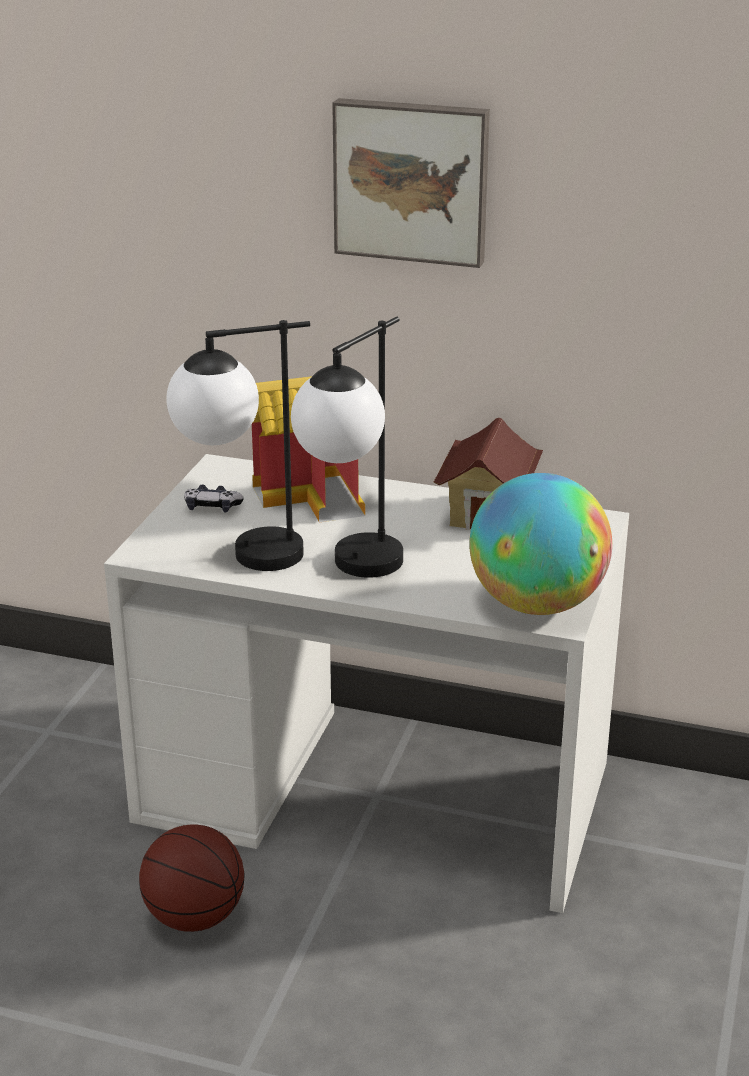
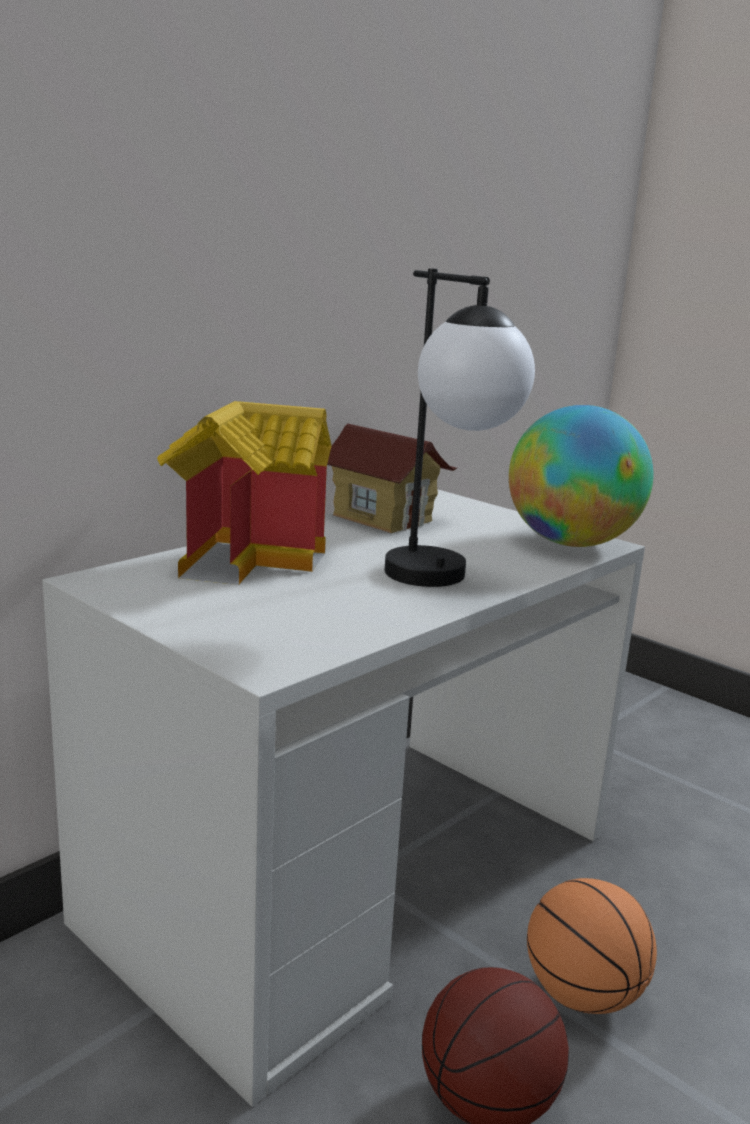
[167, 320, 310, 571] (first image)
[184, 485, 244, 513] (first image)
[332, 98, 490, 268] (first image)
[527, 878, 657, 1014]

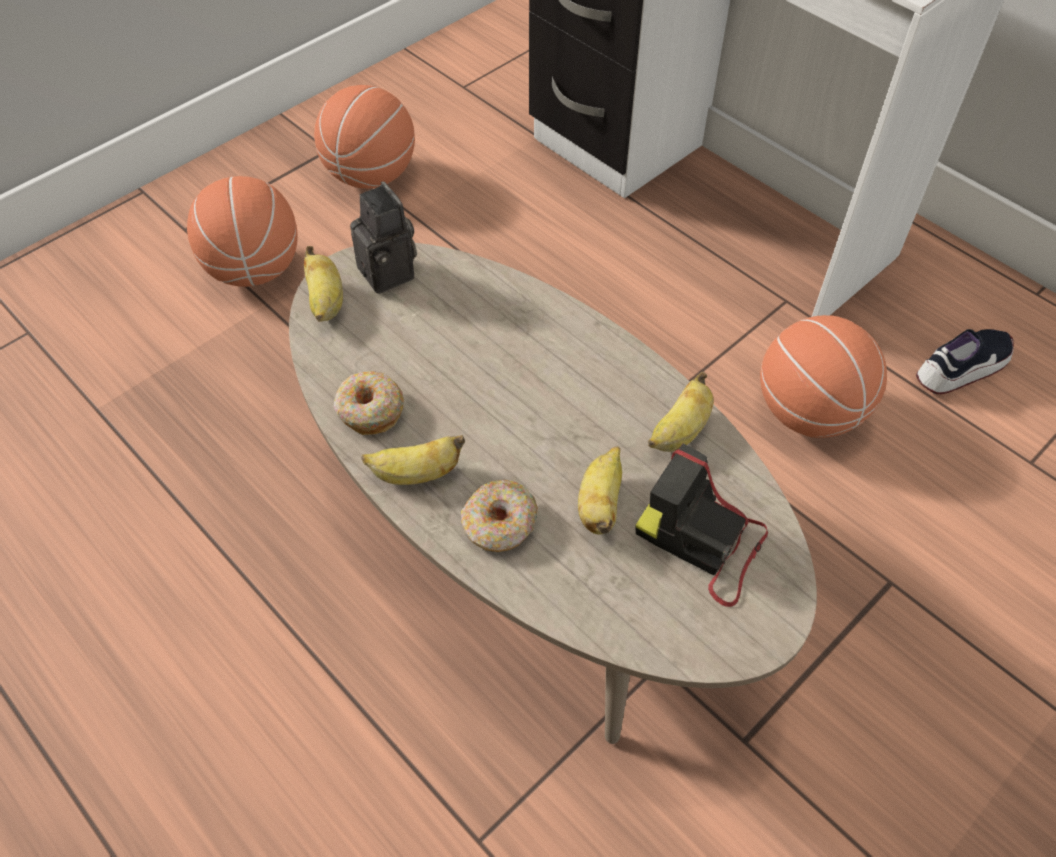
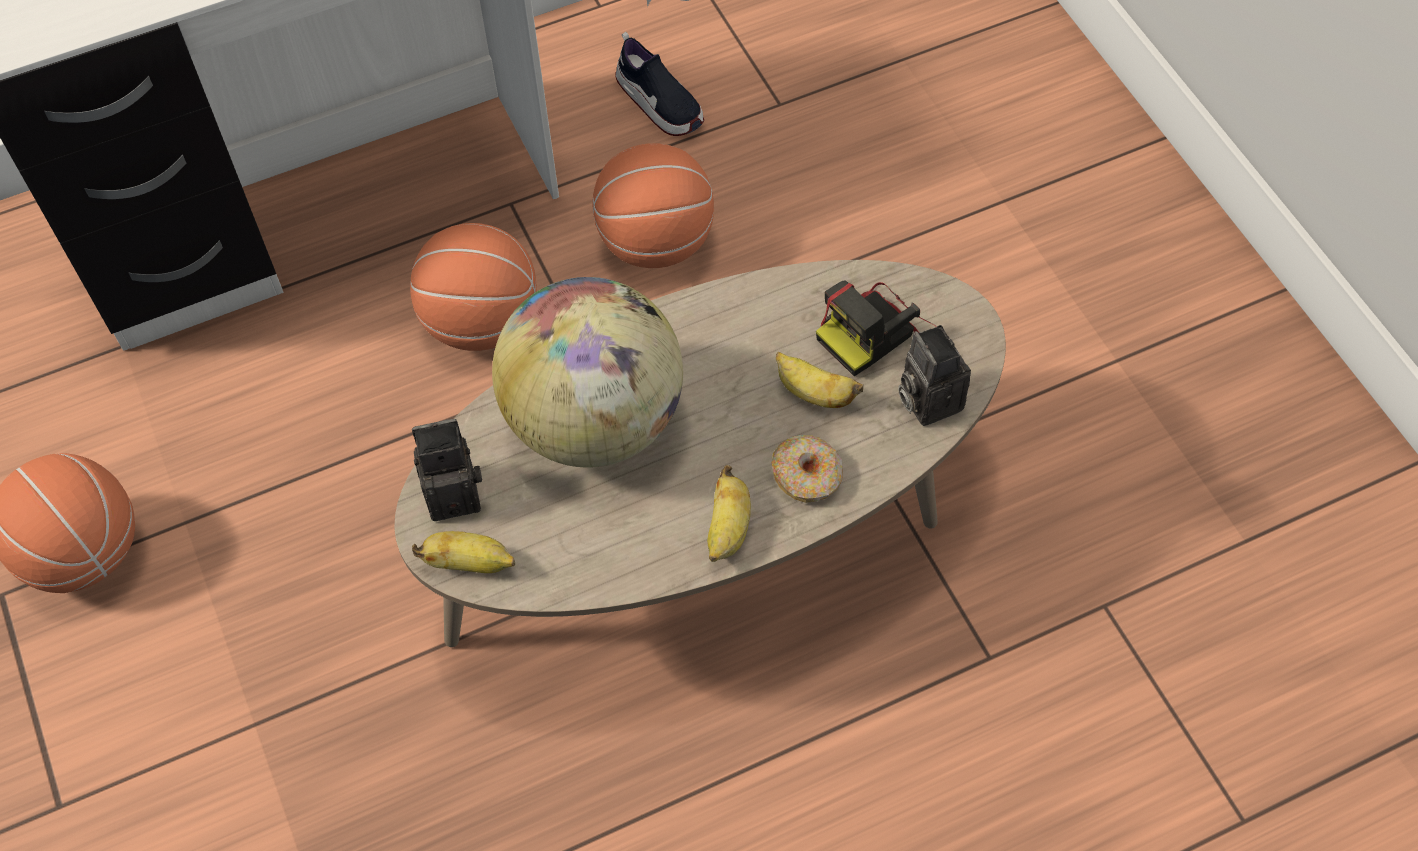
[410, 223, 537, 351]
[334, 371, 404, 435] (first image)
[648, 372, 714, 452] (first image)
[615, 32, 704, 136]
[492, 277, 683, 467]
[898, 325, 971, 426]

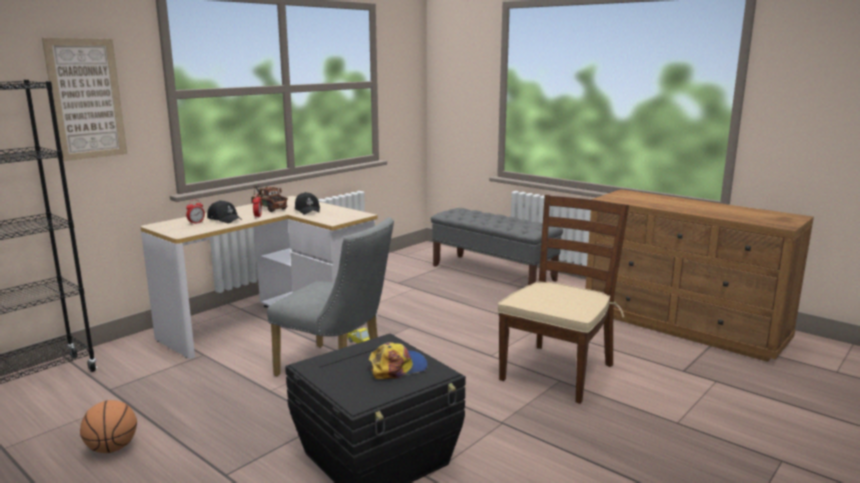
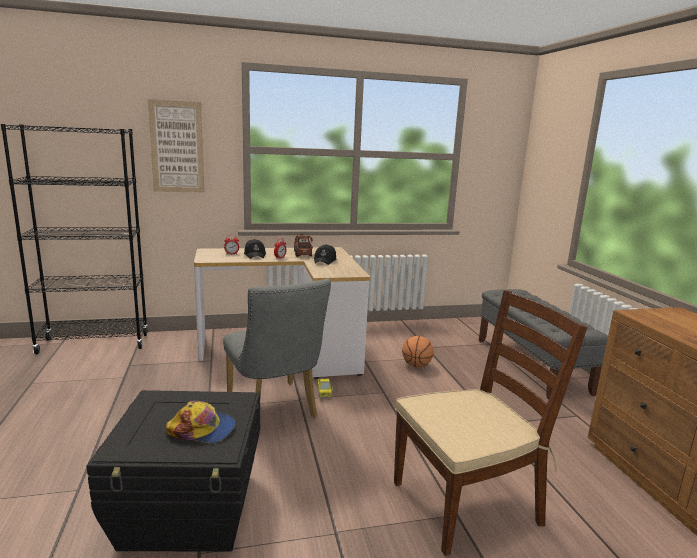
[402, 336, 434, 367]

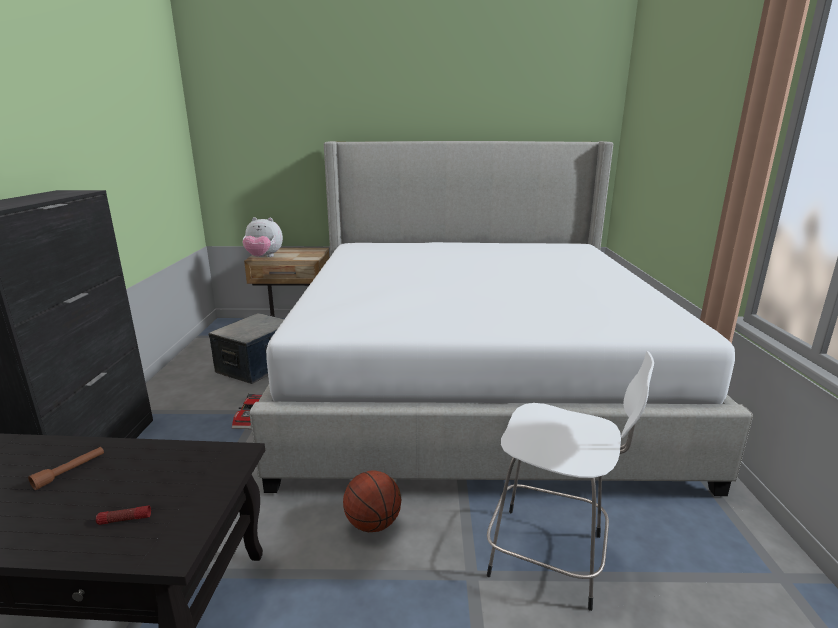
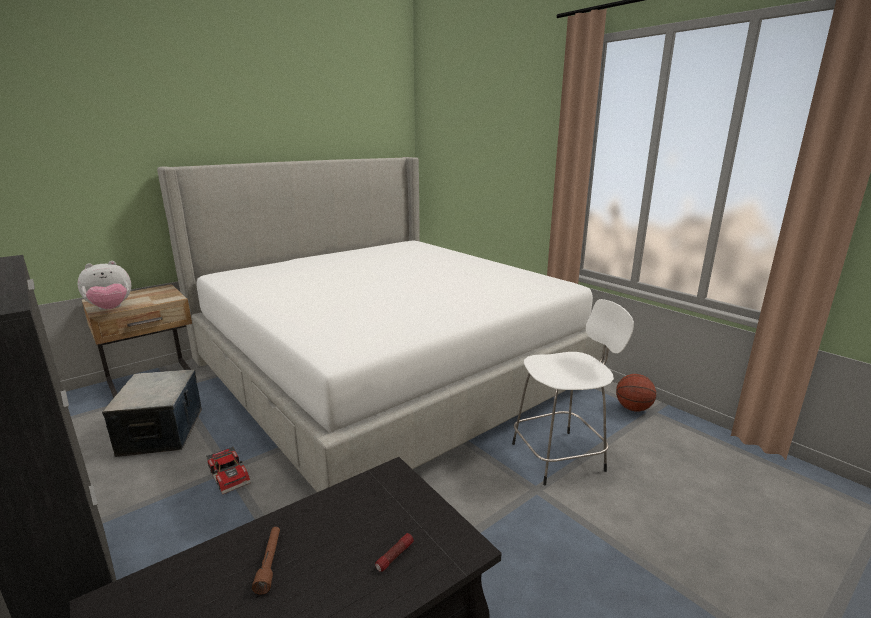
[616, 374, 656, 411]

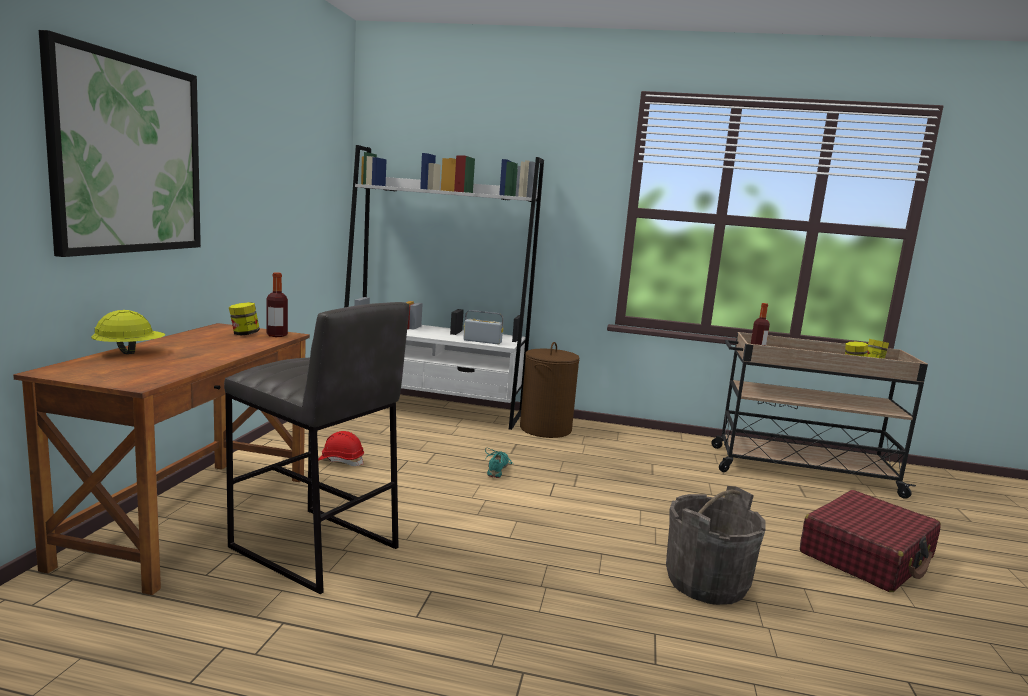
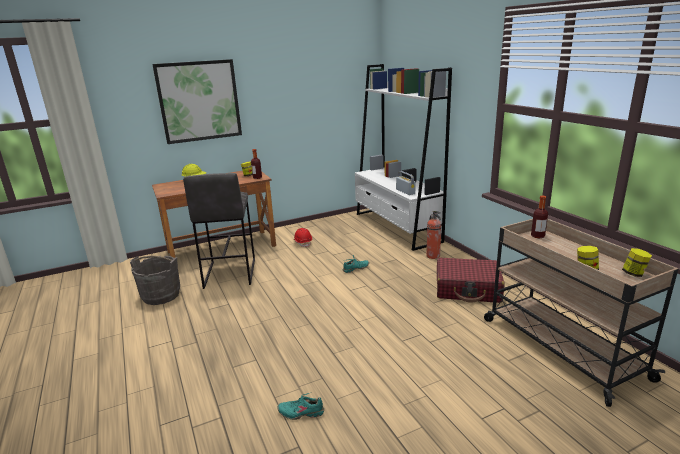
[426, 211, 442, 259]
[130, 256, 180, 305]
[437, 257, 505, 303]
[277, 393, 324, 420]

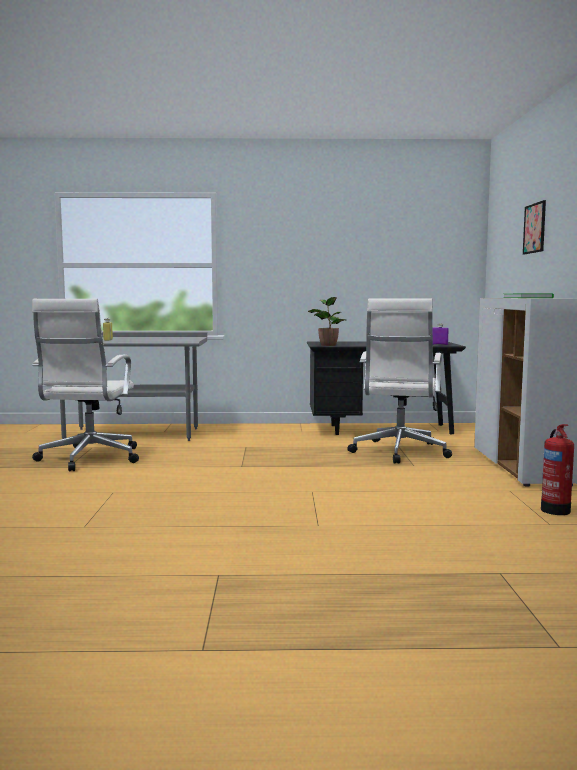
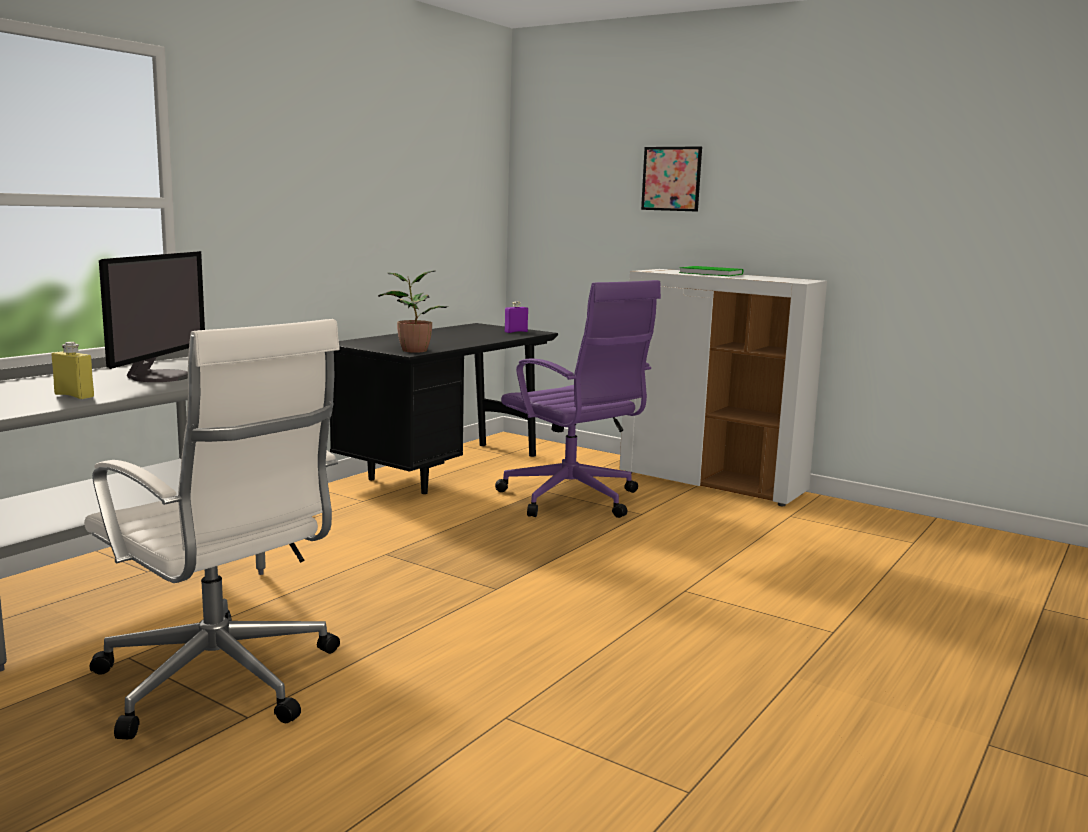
[495, 280, 661, 518]
[541, 424, 574, 515] (first image)
[99, 251, 205, 382]

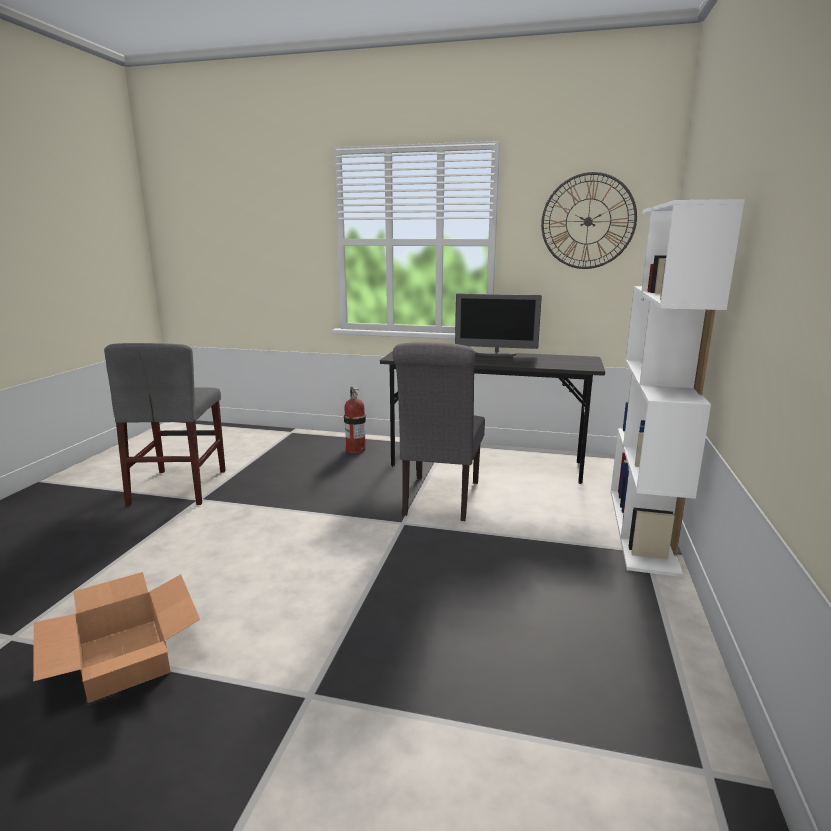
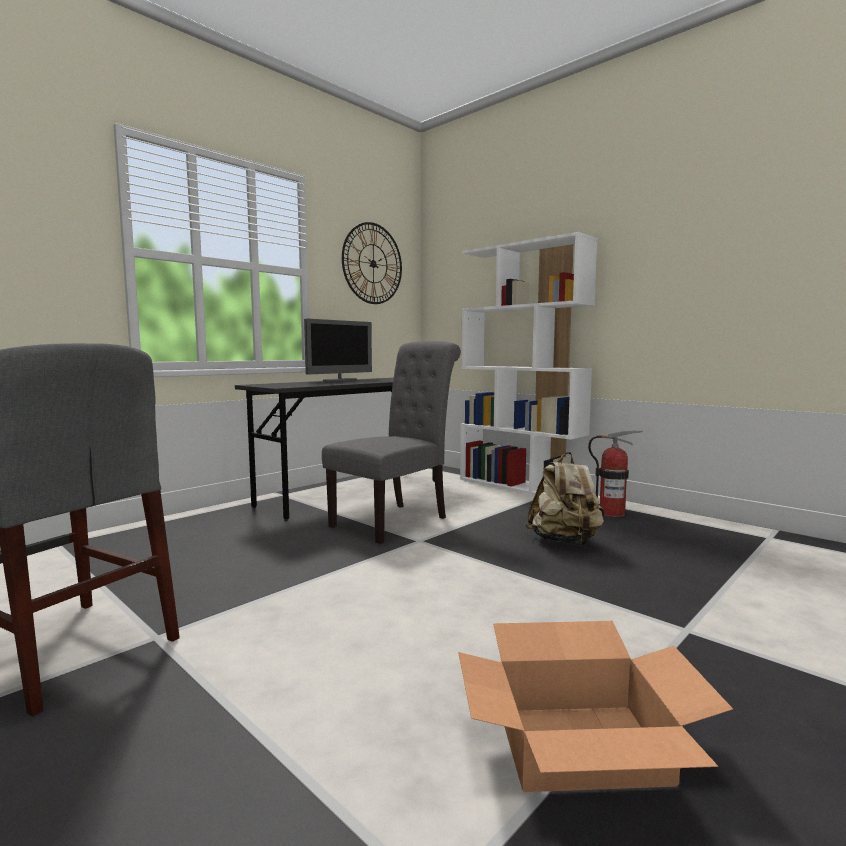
[588, 430, 643, 517]
[322, 341, 461, 544]
[526, 452, 605, 545]

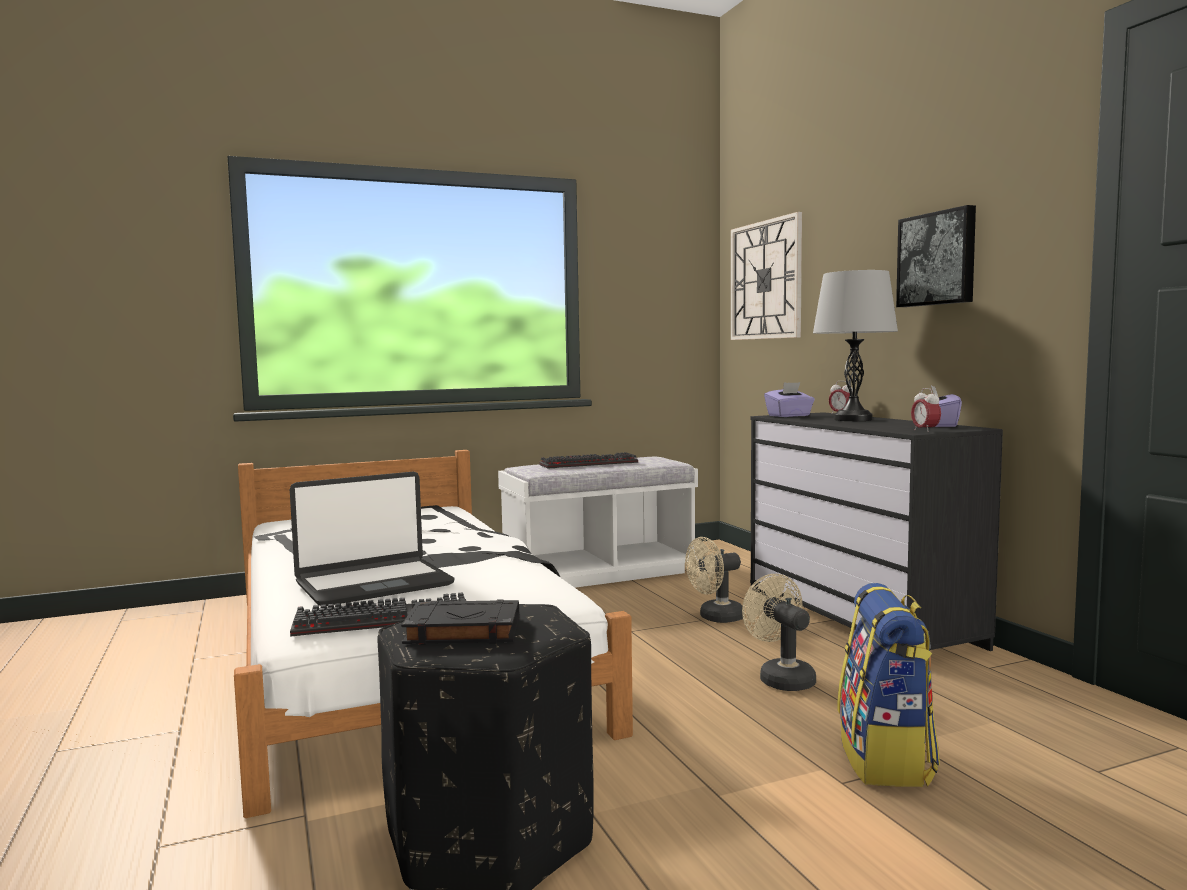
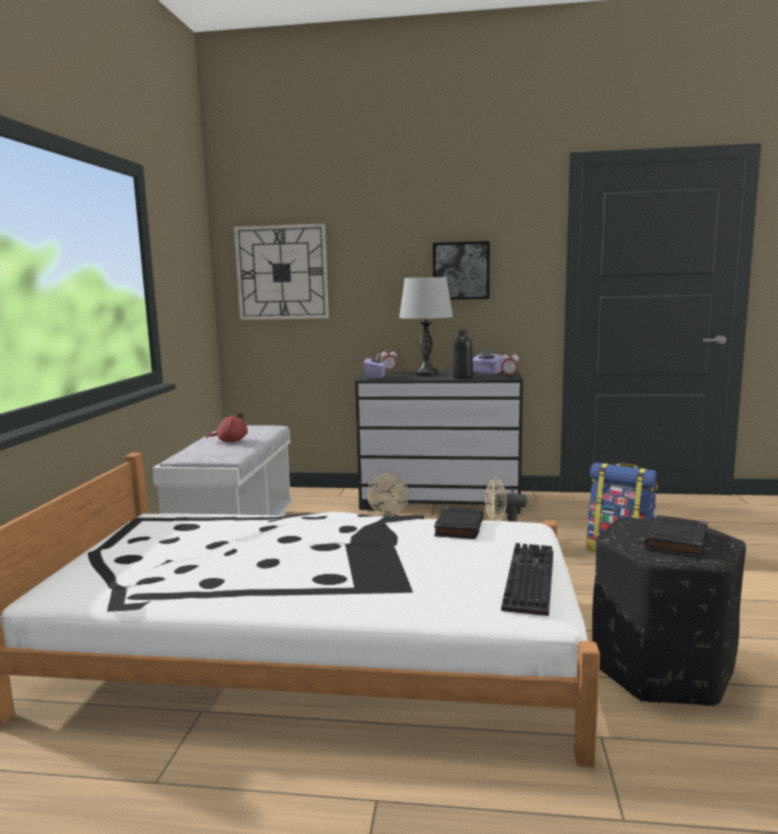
[290, 472, 454, 606] (first image)
[206, 413, 248, 442]
[434, 507, 484, 539]
[453, 330, 473, 379]

